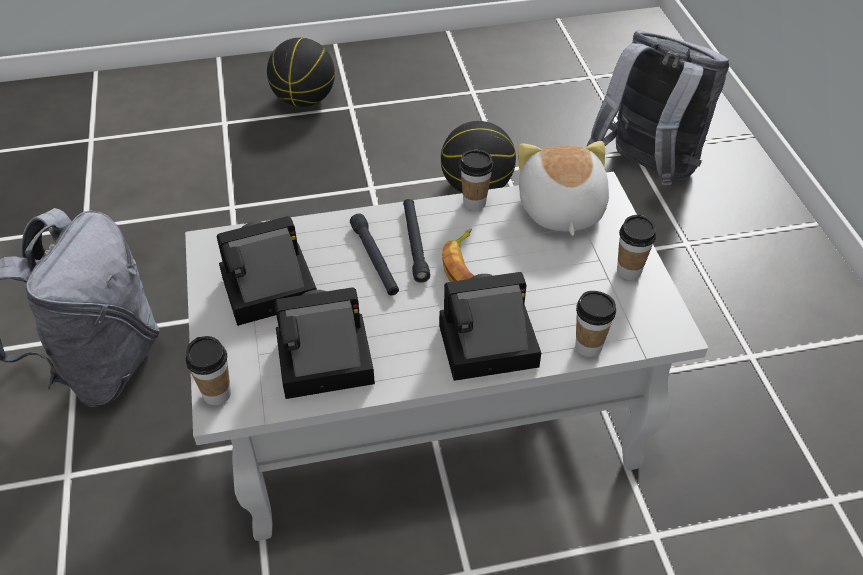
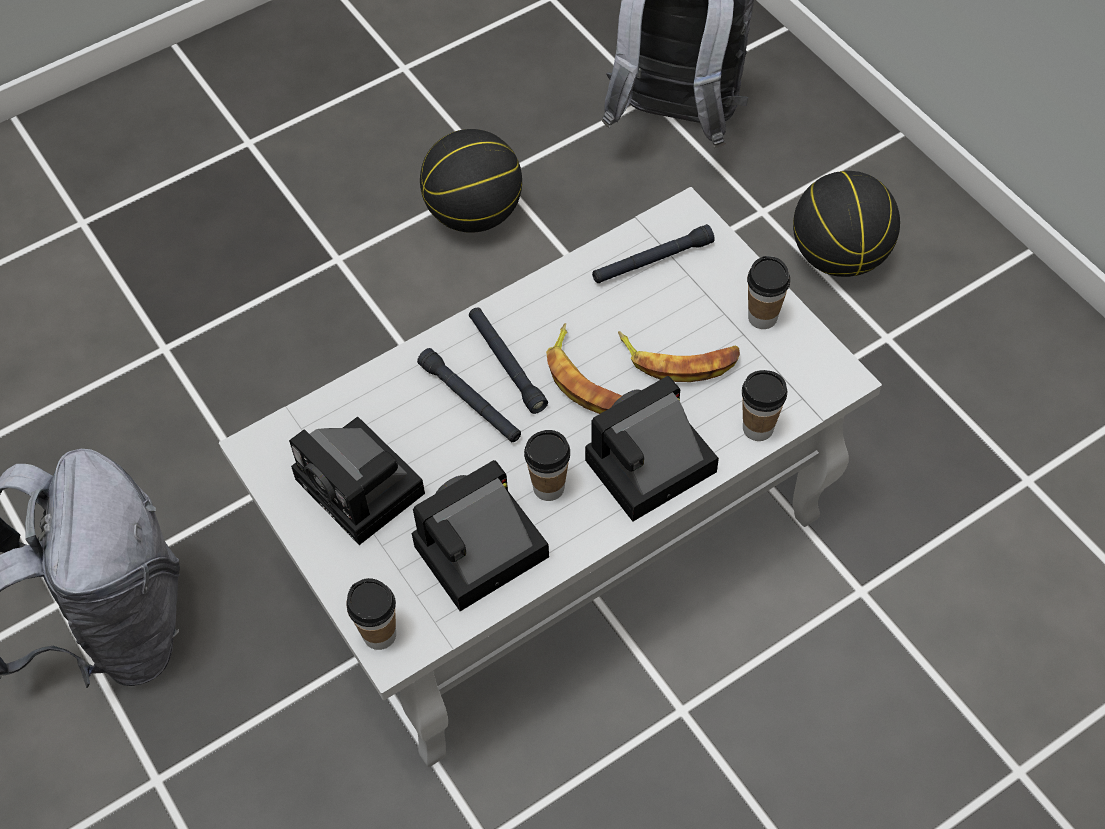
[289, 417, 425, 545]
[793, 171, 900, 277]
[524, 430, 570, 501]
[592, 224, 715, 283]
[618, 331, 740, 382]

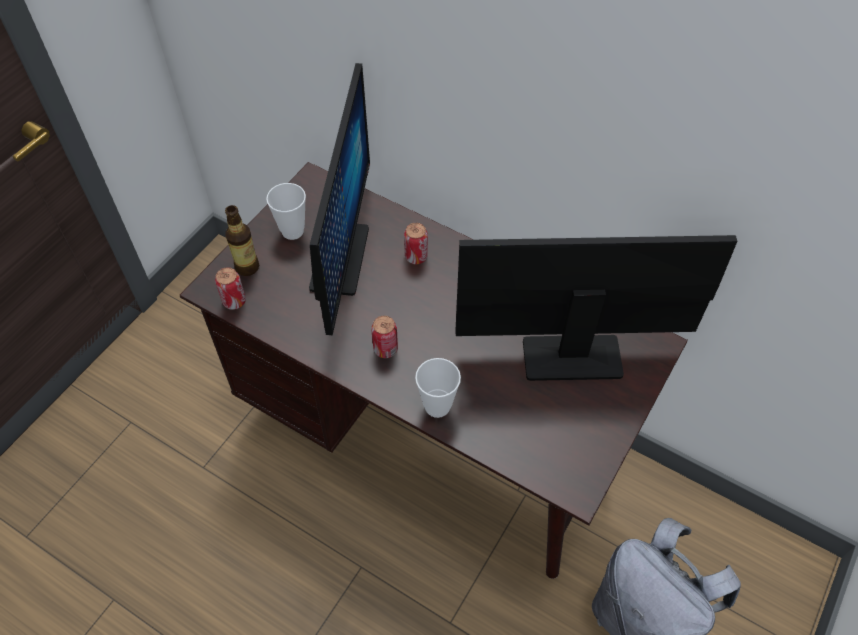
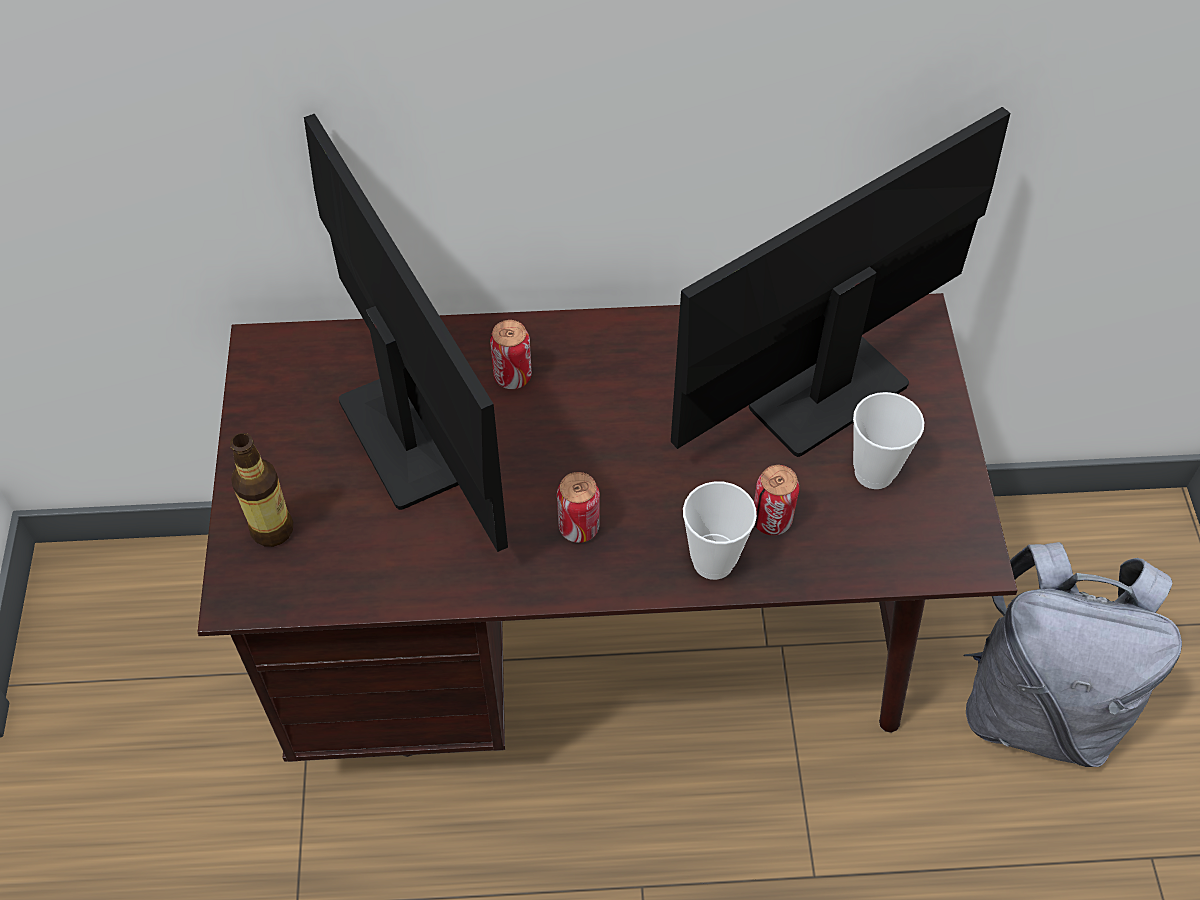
[754, 465, 799, 535]
[853, 392, 924, 489]

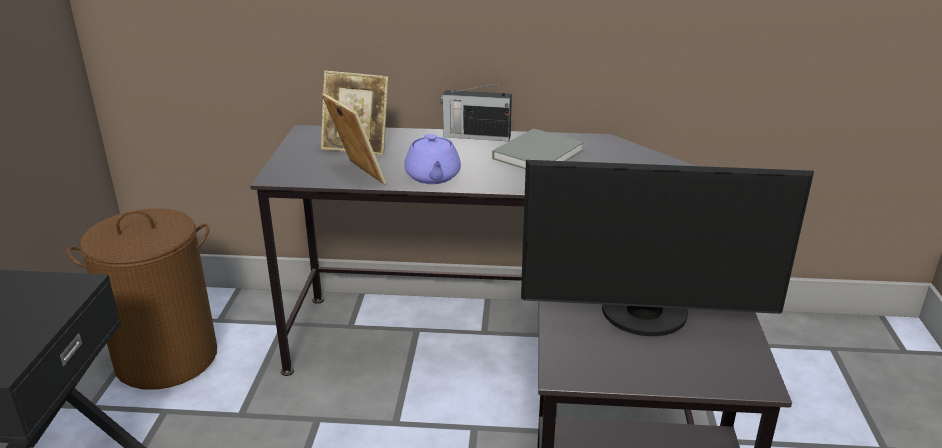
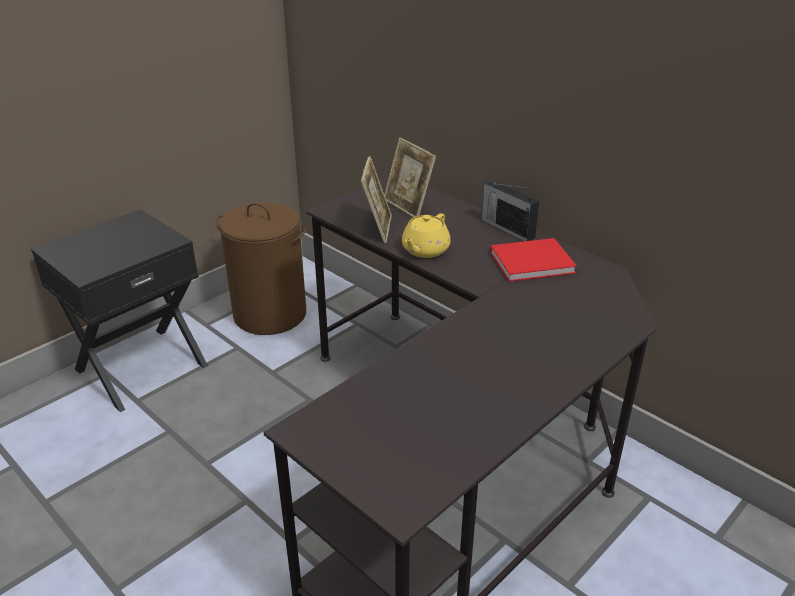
[402, 213, 451, 258]
[490, 238, 577, 282]
[521, 160, 814, 336] (first image)

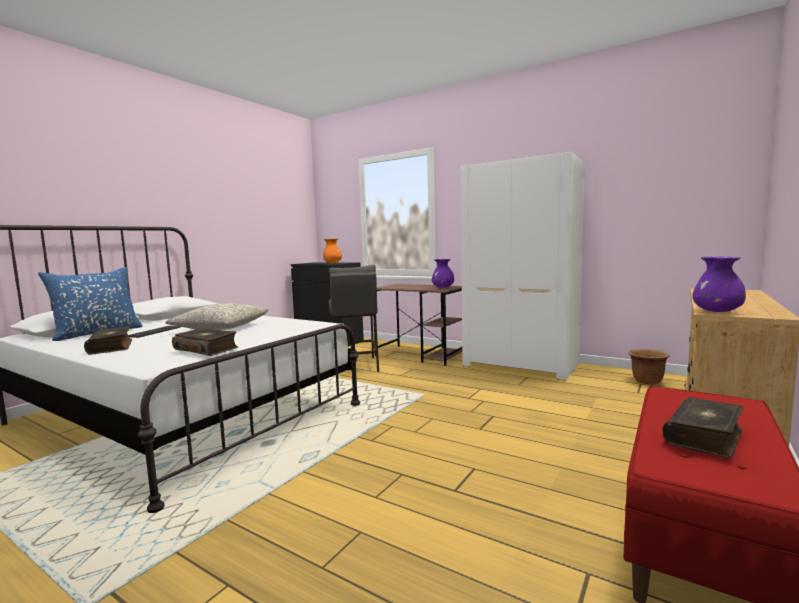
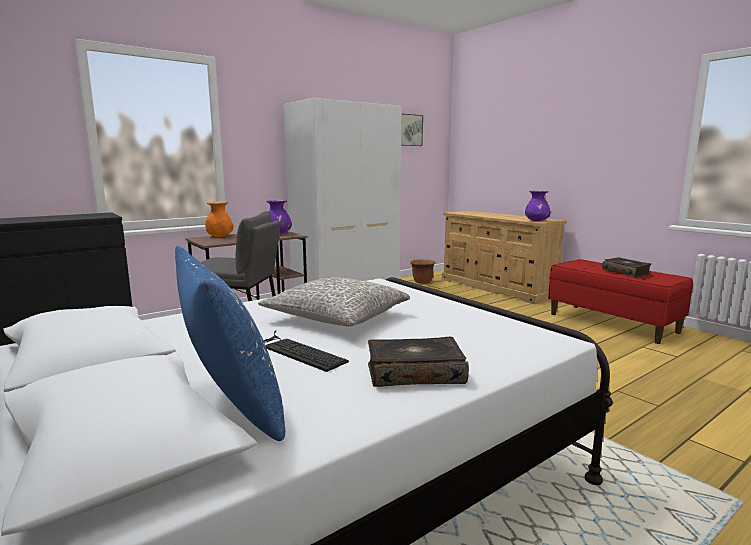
[172, 328, 238, 356] (first image)
[205, 201, 234, 237]
[401, 113, 423, 146]

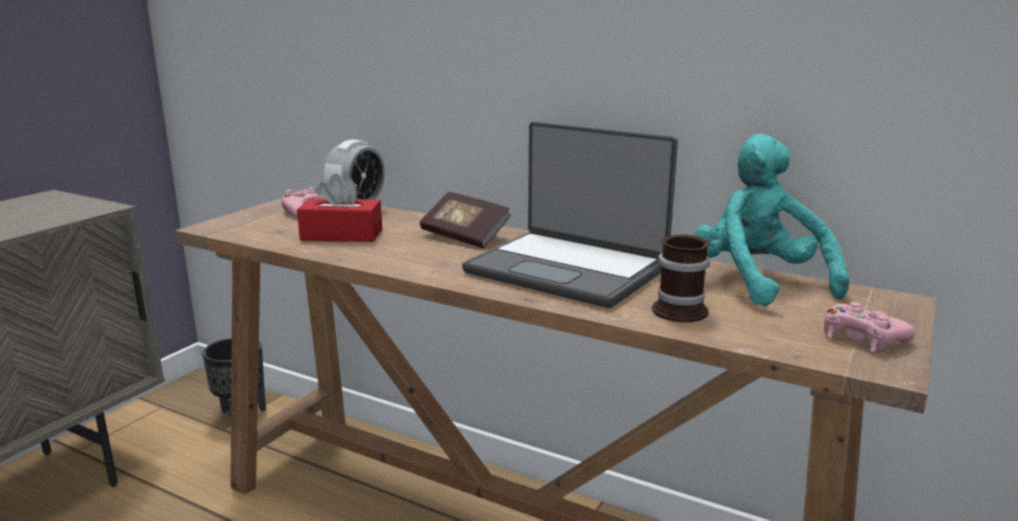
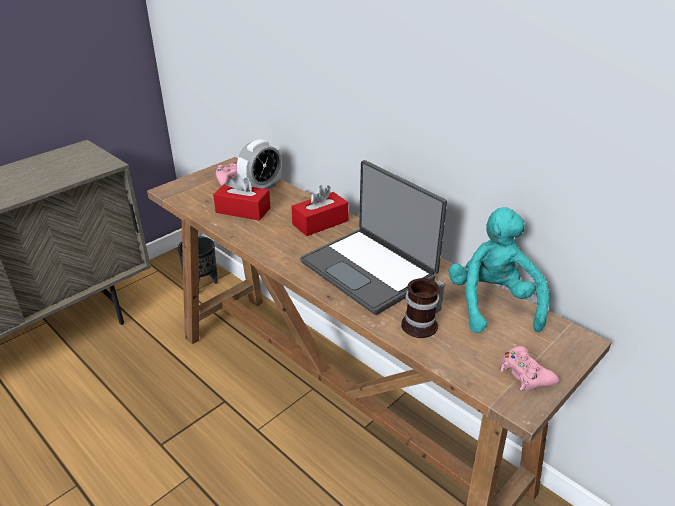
[291, 185, 349, 236]

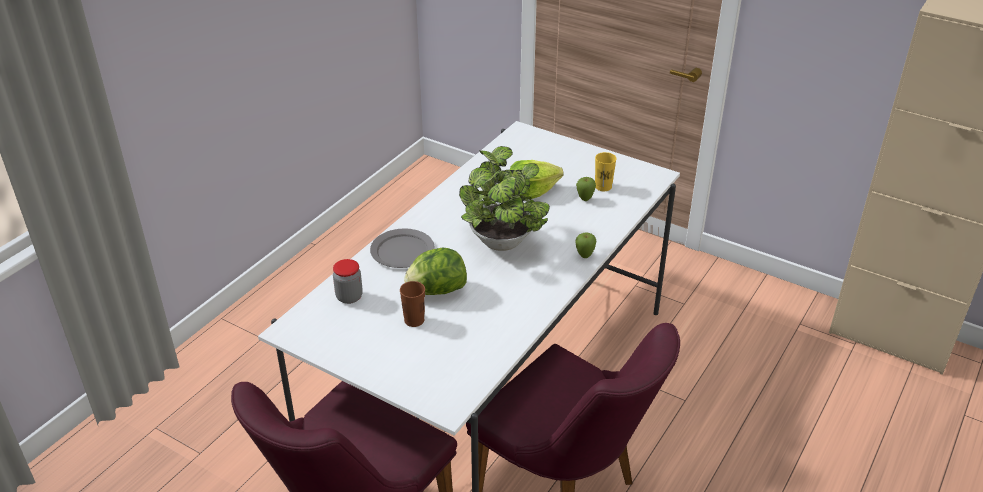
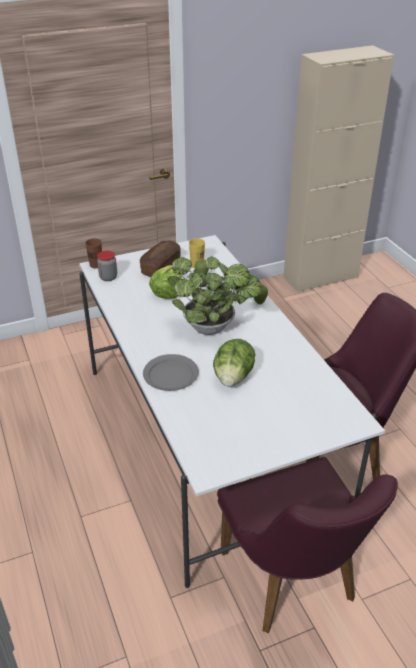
[97, 251, 117, 281]
[85, 238, 102, 268]
[140, 241, 181, 277]

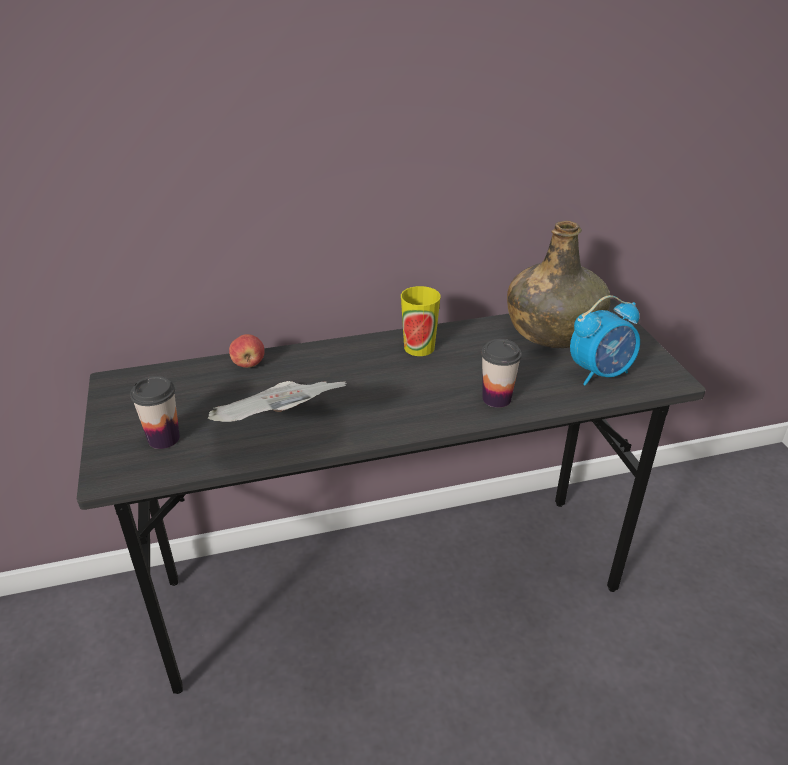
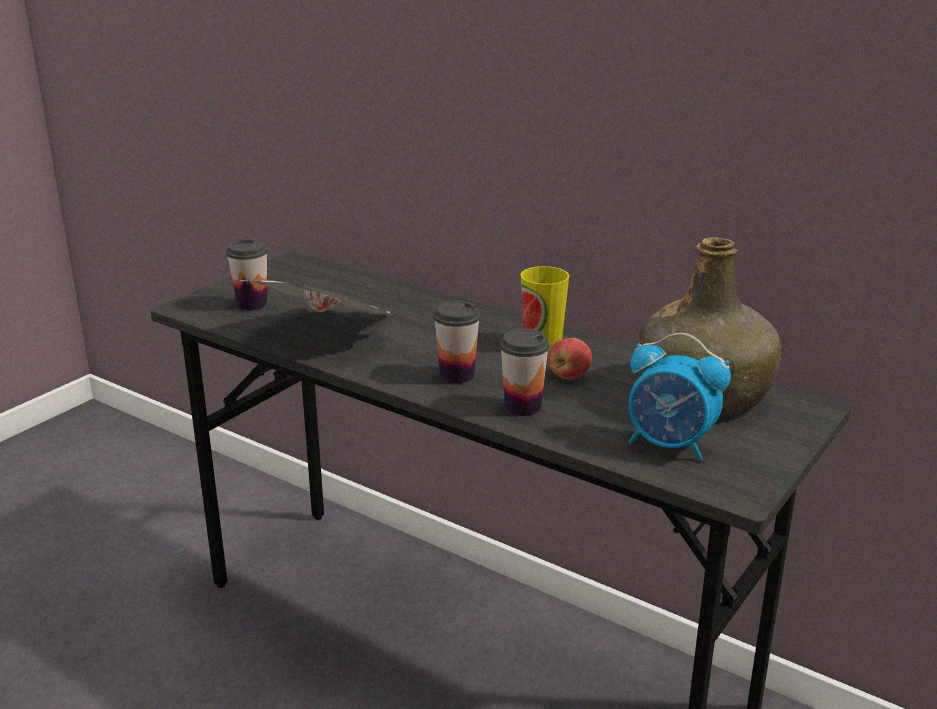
[548, 338, 592, 380]
[433, 301, 480, 383]

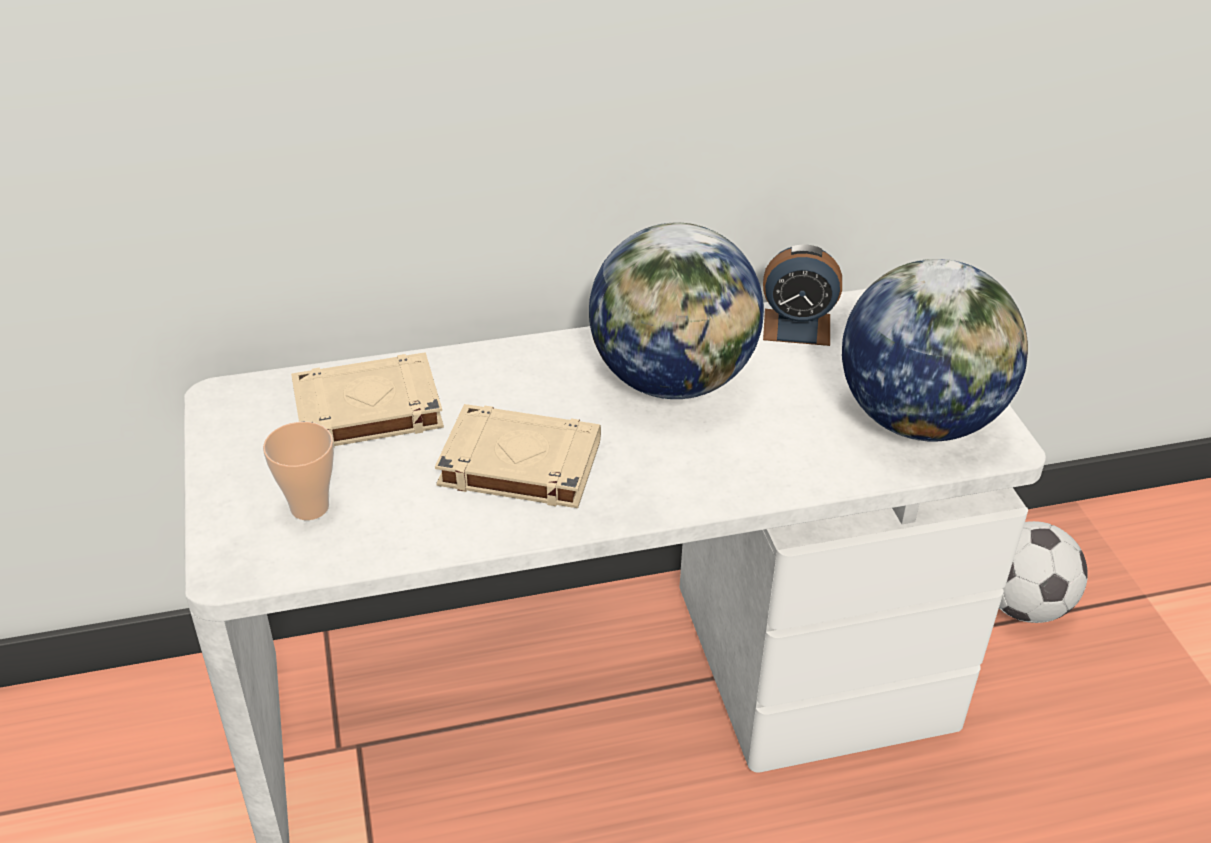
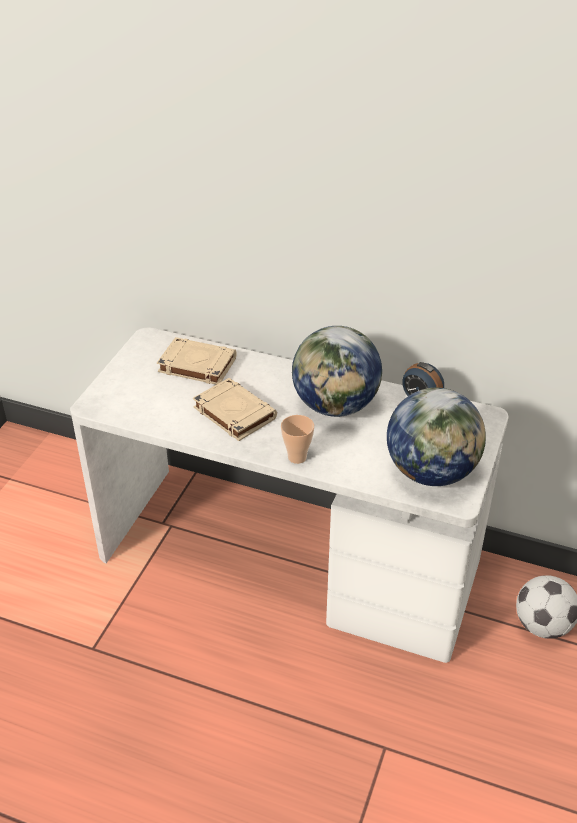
[281, 415, 314, 464]

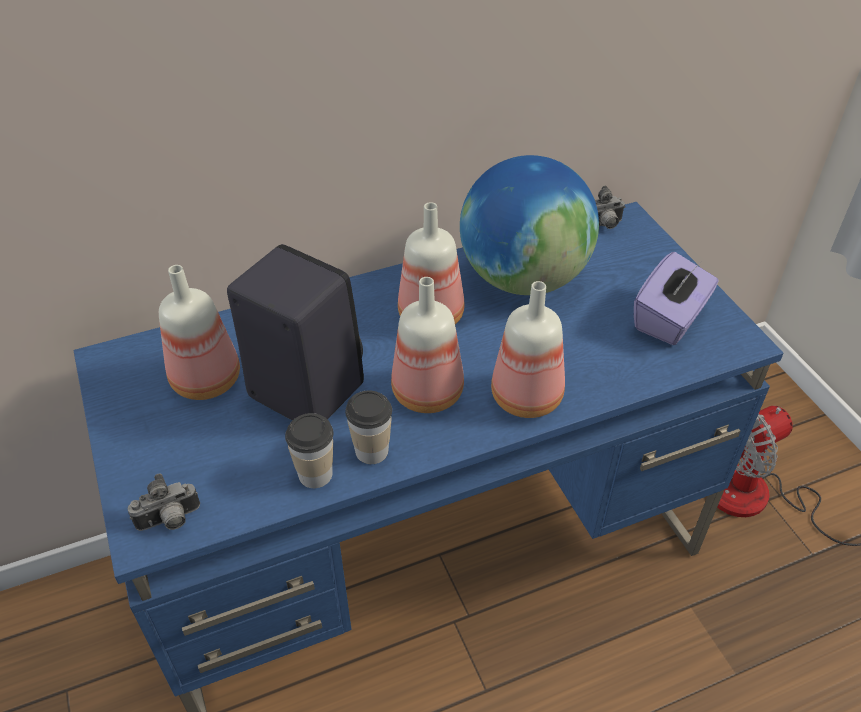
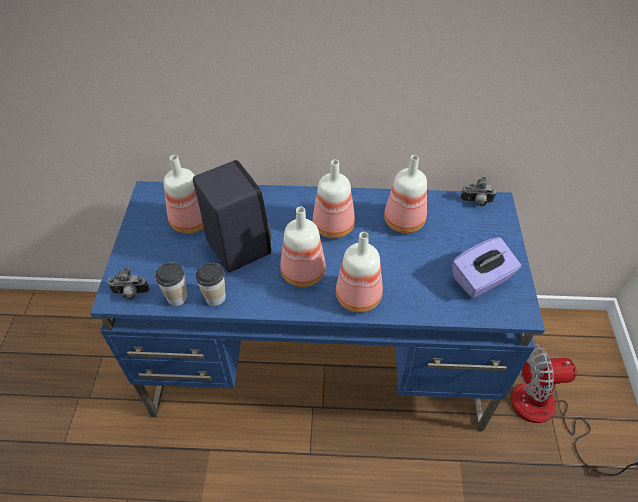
[155, 262, 188, 306]
[384, 155, 427, 233]

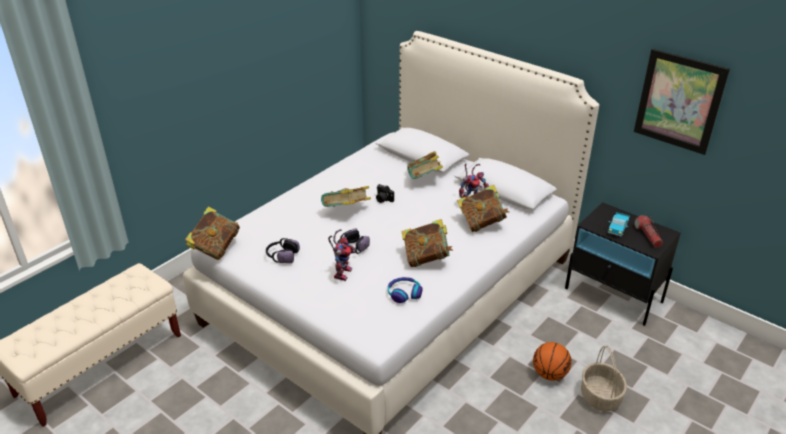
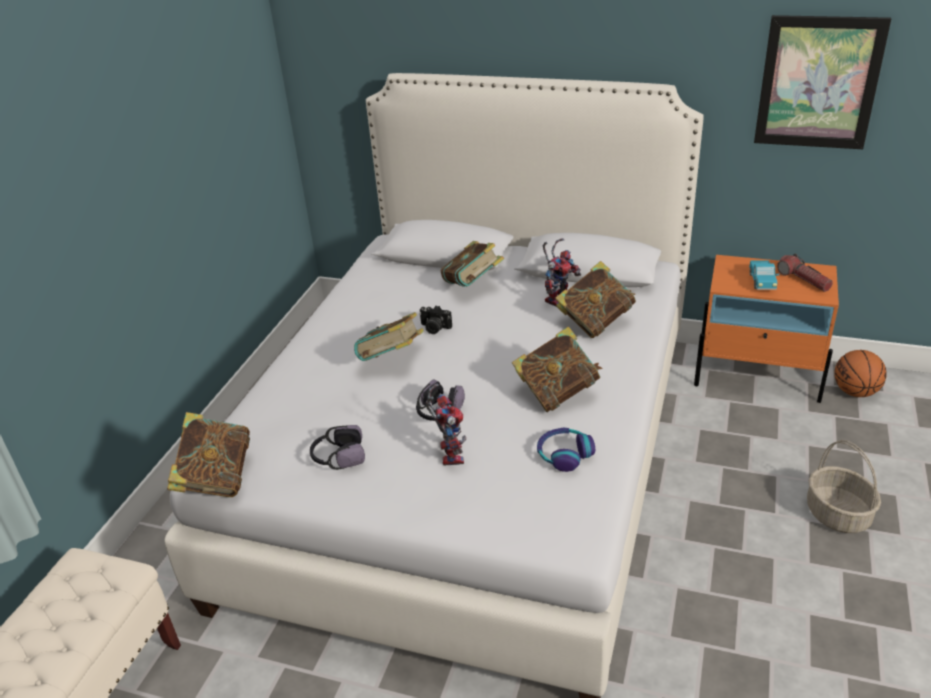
[834, 350, 887, 397]
[694, 255, 839, 403]

